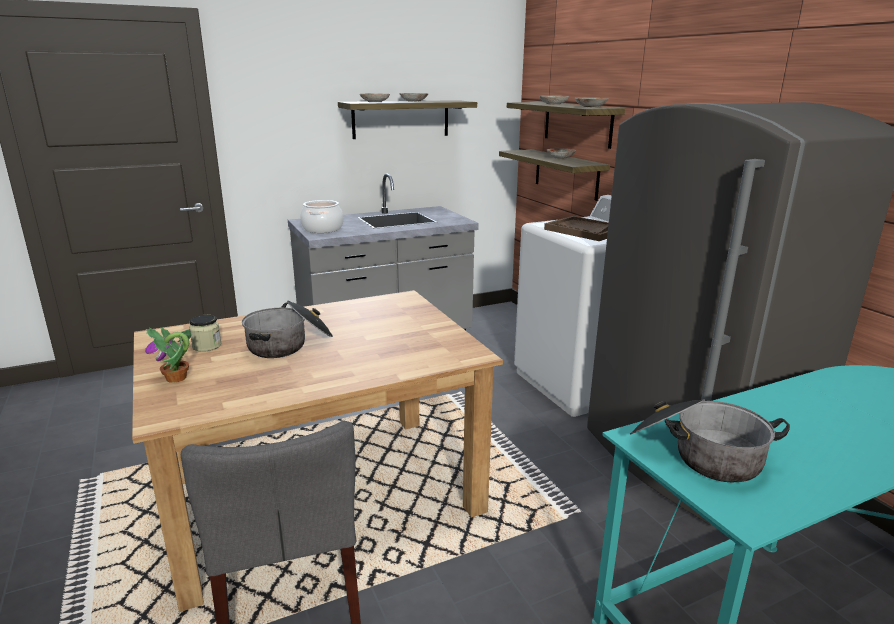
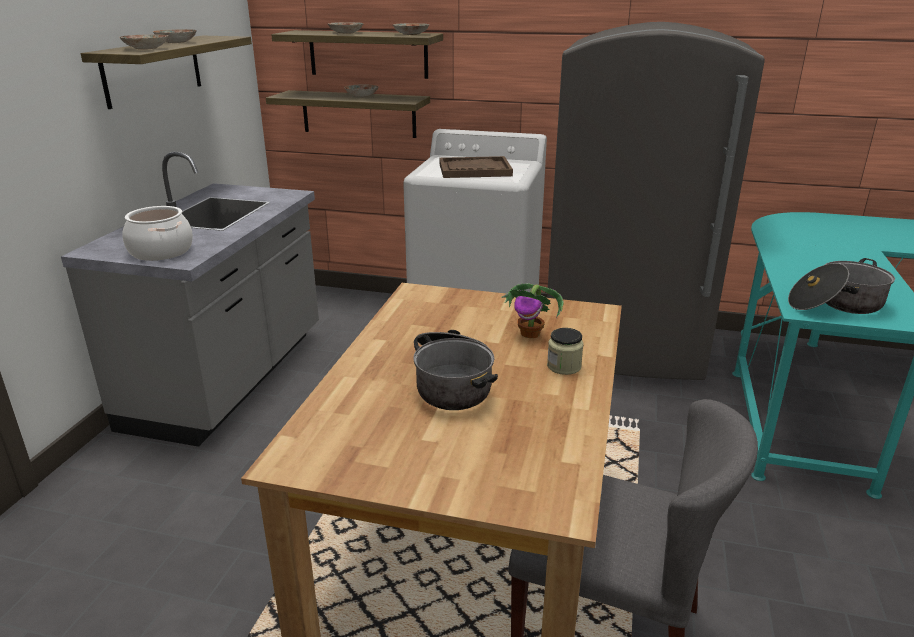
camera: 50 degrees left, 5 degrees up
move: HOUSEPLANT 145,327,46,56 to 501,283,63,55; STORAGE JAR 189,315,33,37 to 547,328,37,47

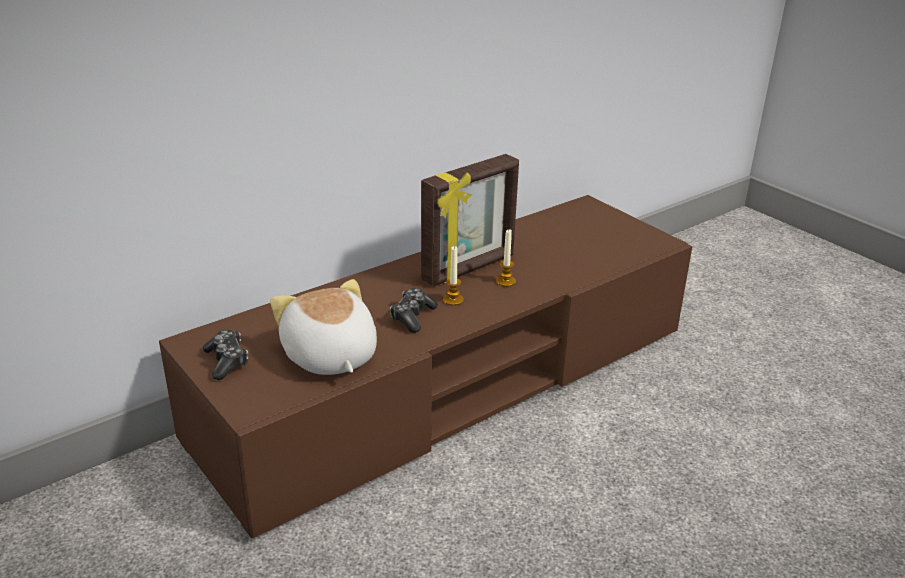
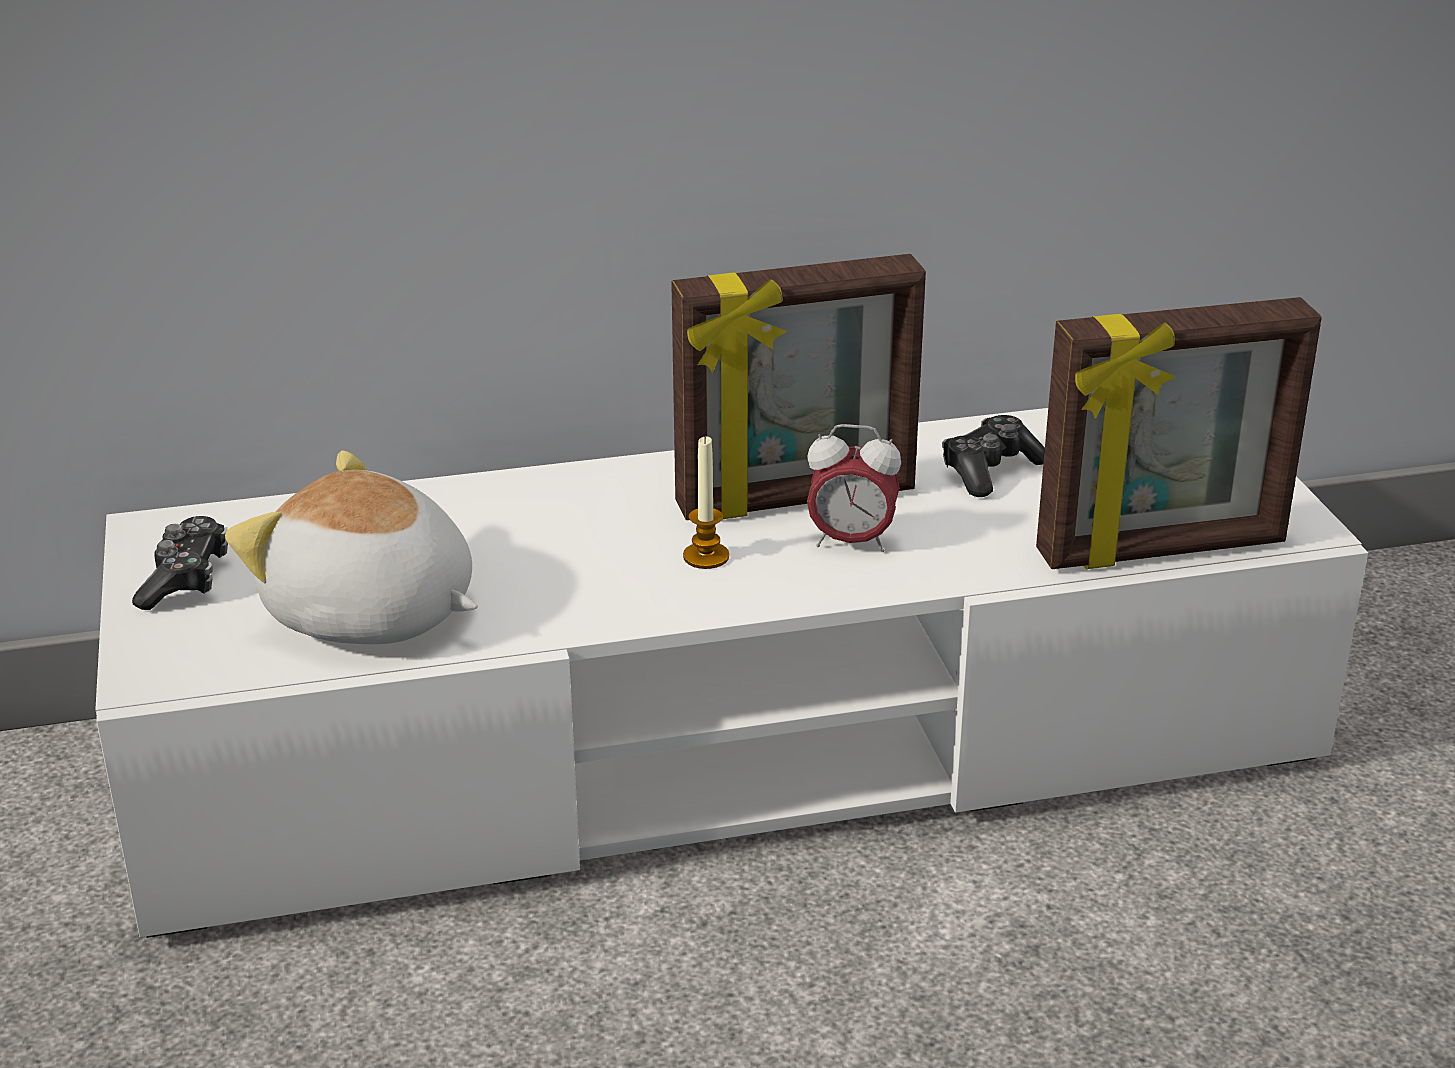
camera: 25 degrees right, 0 degrees up
insert: PHOTO FRAME 1036,297,286,272
move: GAMEPAD 390,288,48,45 to 942,415,103,82
replace: WAX LIGHT 496,229,20,58 to ALARM CLOCK 807,424,94,128
recolor: BROWN-COLOURED TV STAND 159,195,533,343 to WHITE TV STAND 95,408,1273,530
rotate: CUDDLY TOY 270,279,107,96 = 225,451,253,193 60 degrees counterclockwise

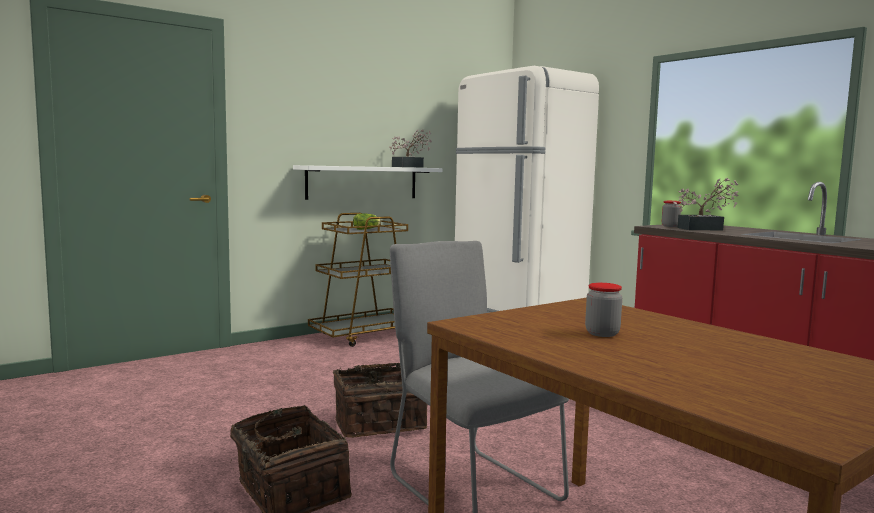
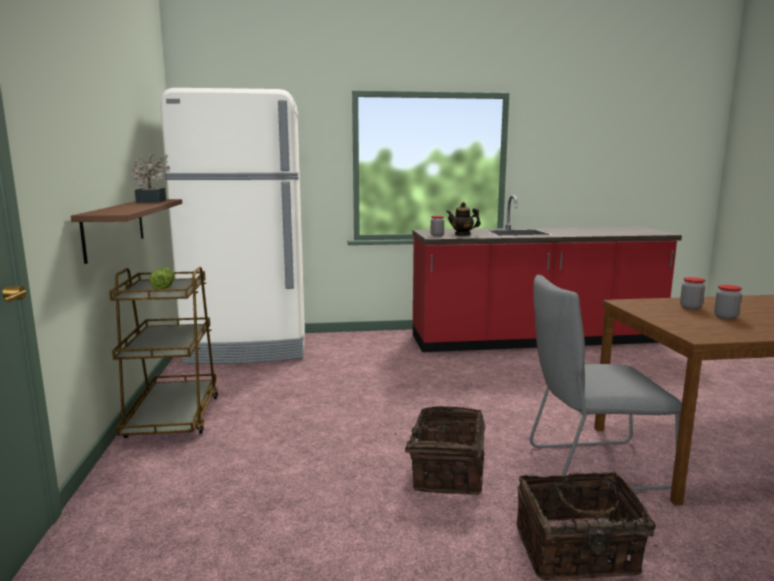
camera: 60 degrees left, 5 degrees up
insert: STORAGE JAR 680,277,25,32
replace: HOUSEPLANT 673,178,66,53 to TEAPOT 446,202,35,34
recolor: WHITE BRACKET SHELF 293,165,150,35 to BROWN-COLOURED BRACKET SHELF 71,199,111,65

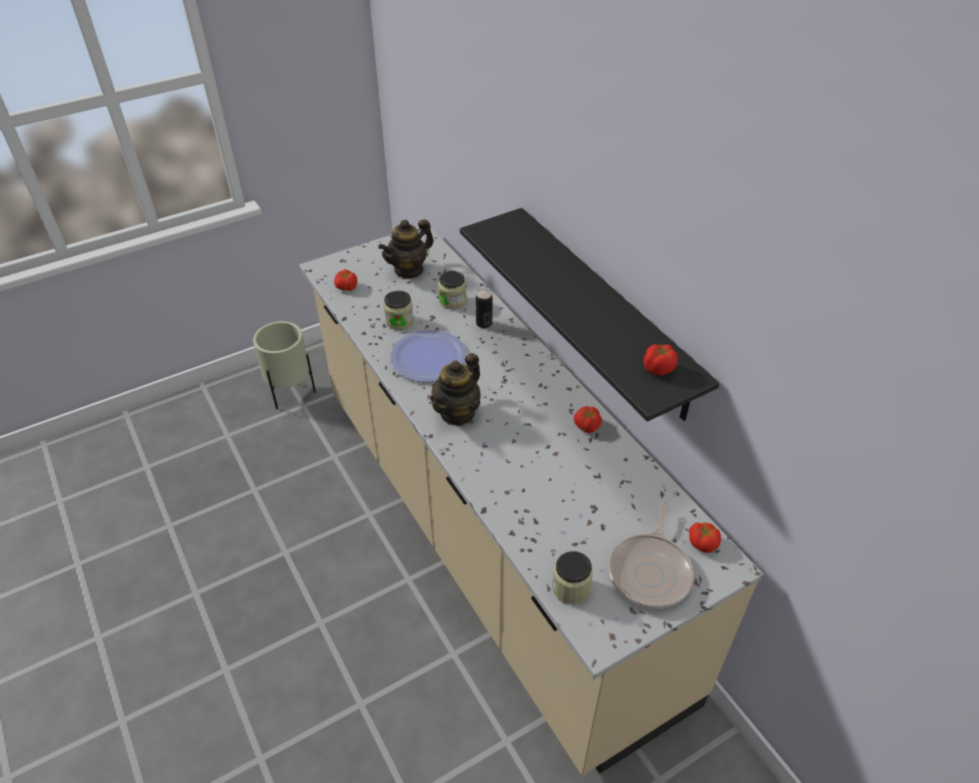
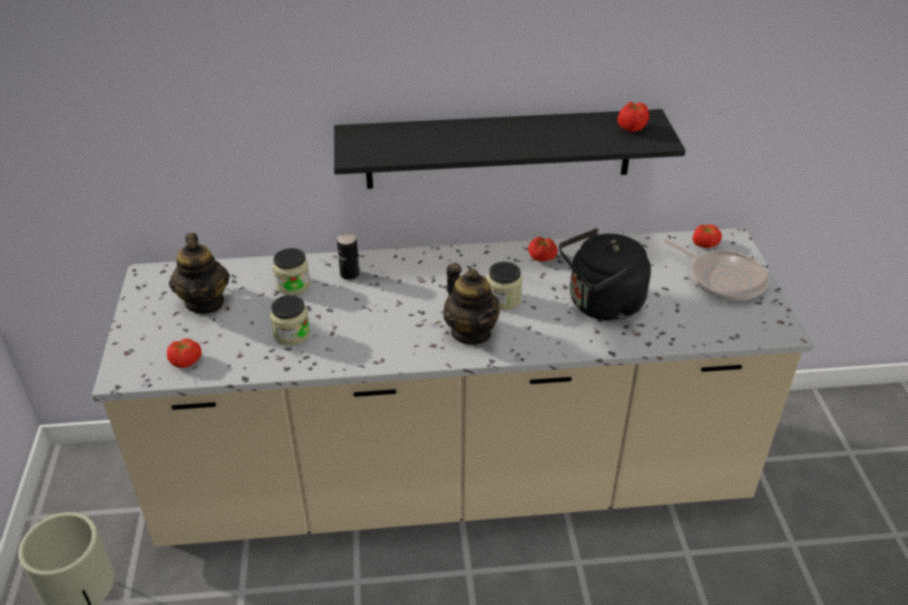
camera: 65 degrees left, 5 degrees down
delete: DINNER PLATE 390,330,77,52
insert: BLACKISH KETTLE 559,228,92,93
move: STORAGE JAR 552,551,41,53 to 487,261,35,49

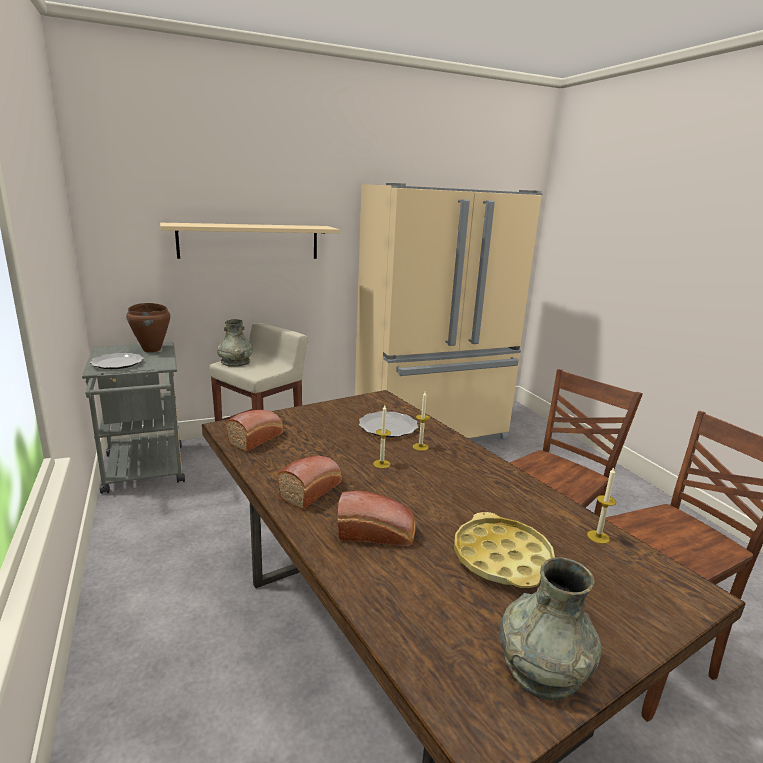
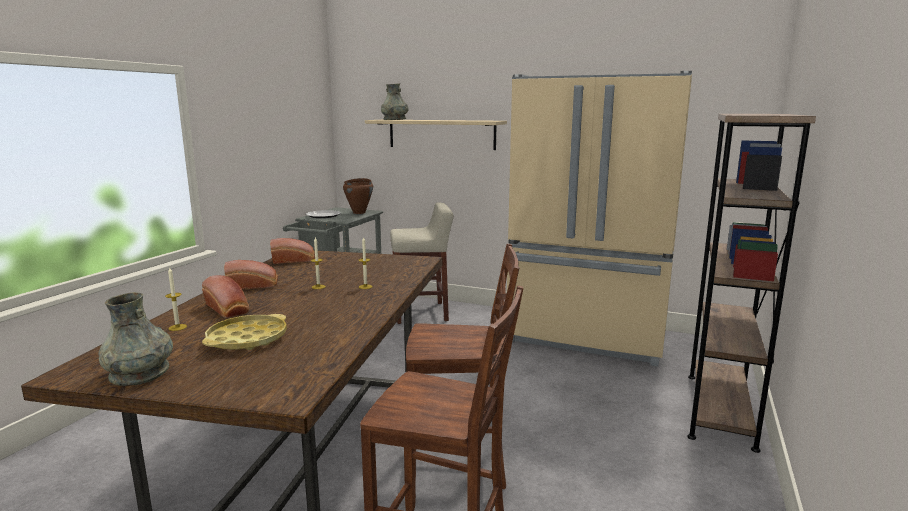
camera: 45 degrees right, 5 degrees down
delete: DINNER PLATE 359,411,59,26
insert: BROWN-COLOURED BOOKSHELF 687,114,129,339
move: WAX LIGHT 587,468,30,76 to 165,268,22,63; GRAY FLOWER VASE 217,319,36,48 to 381,83,28,37

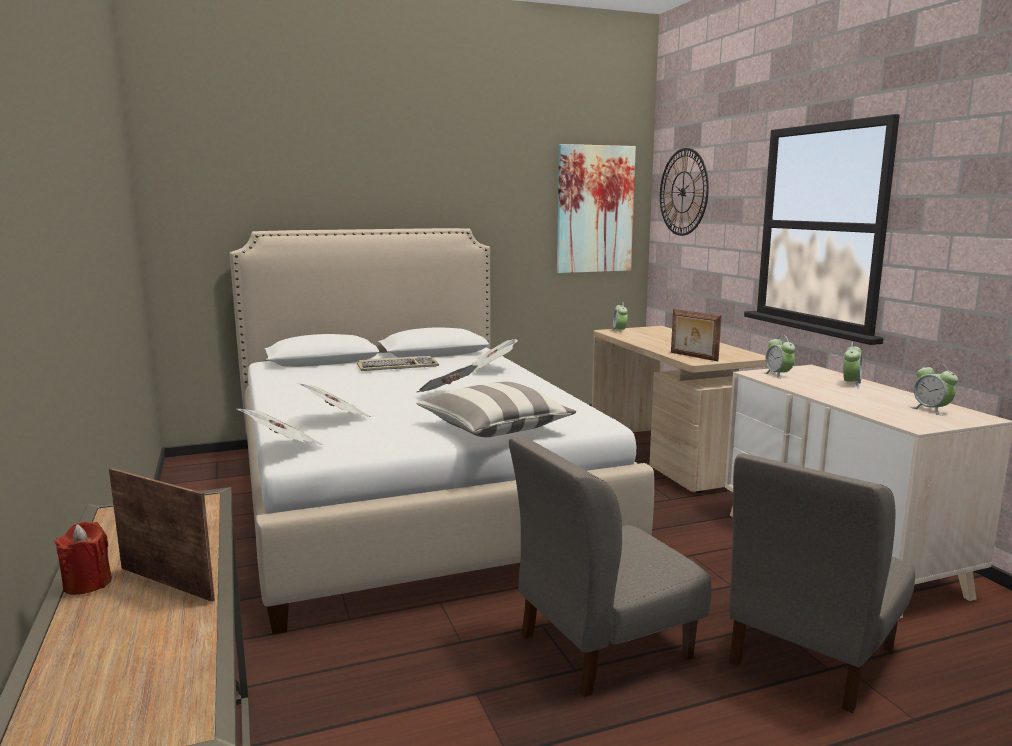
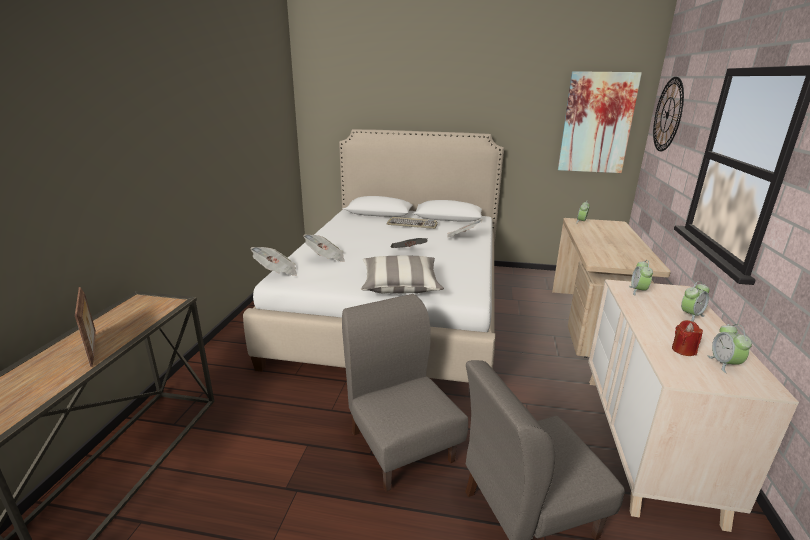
camera: 30 degrees right, 10 degrees up
delete: PHOTO FRAME 671,309,51,52
move: RED-COLOURED WAX LIGHT 54,521,58,74 to 672,320,31,36
rotate: GRAY PLAIN CHAIR 509,437,202,260 = 342,294,126,198 60 degrees clockwise

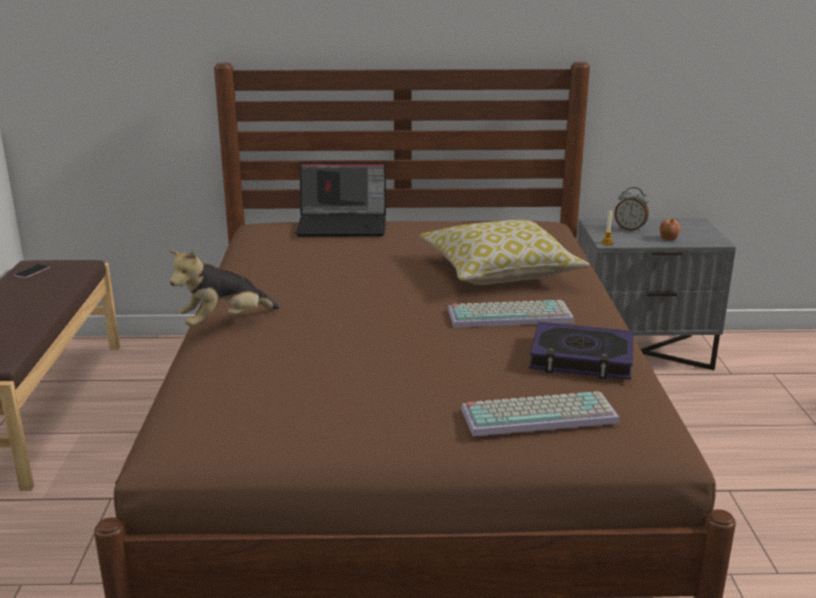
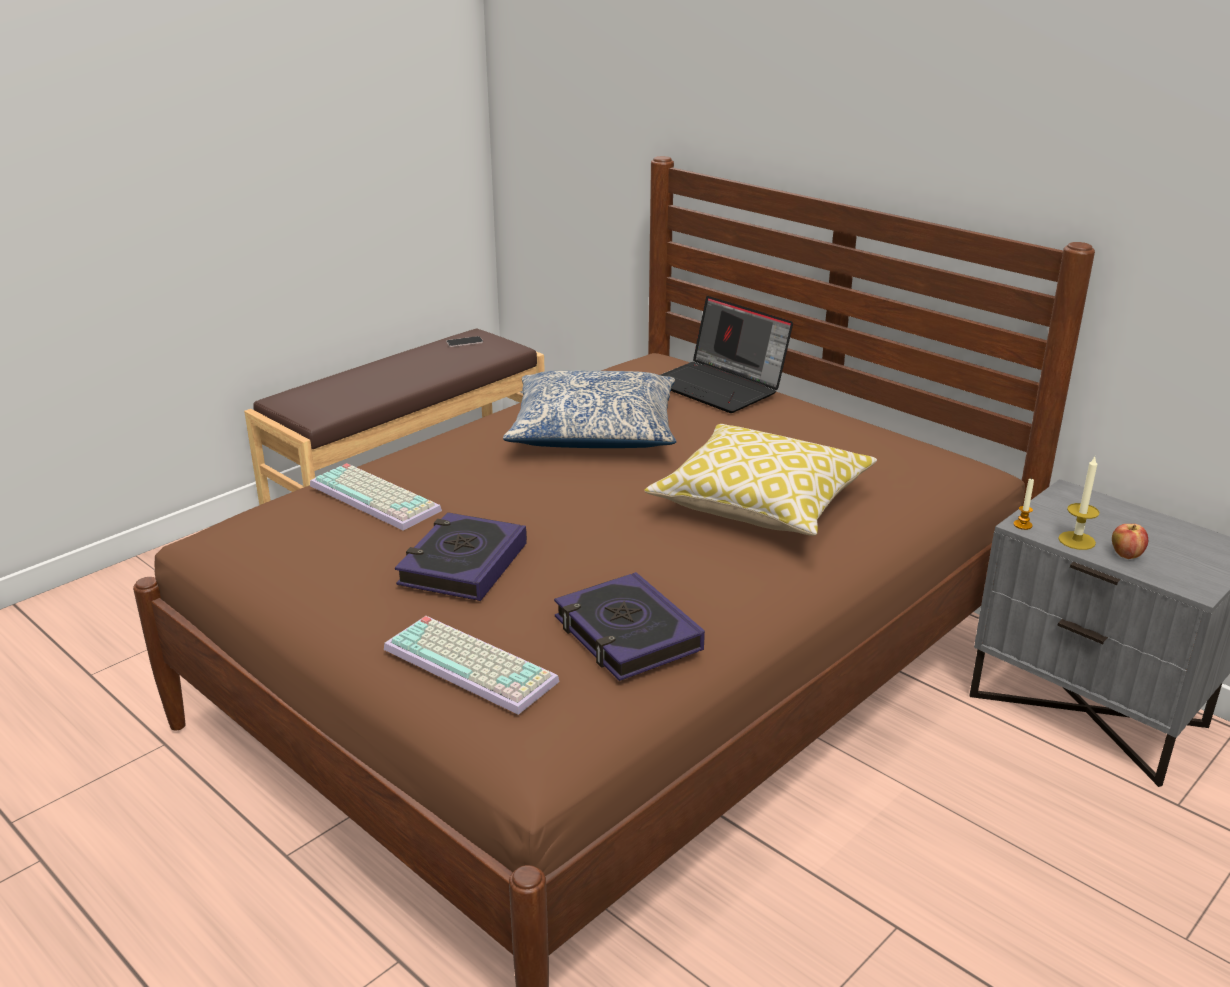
camera: 45 degrees right, 5 degrees up
delete: CUDDLY TOY 168,250,112,76; ALARM CLOCK 614,187,35,45
insert: VOLUME 395,512,132,89; PILLOW 503,370,173,78; WAX LIGHT 1058,457,42,93
move: COMPUTER KEYBOARD 448,300,126,28 to 310,463,132,68

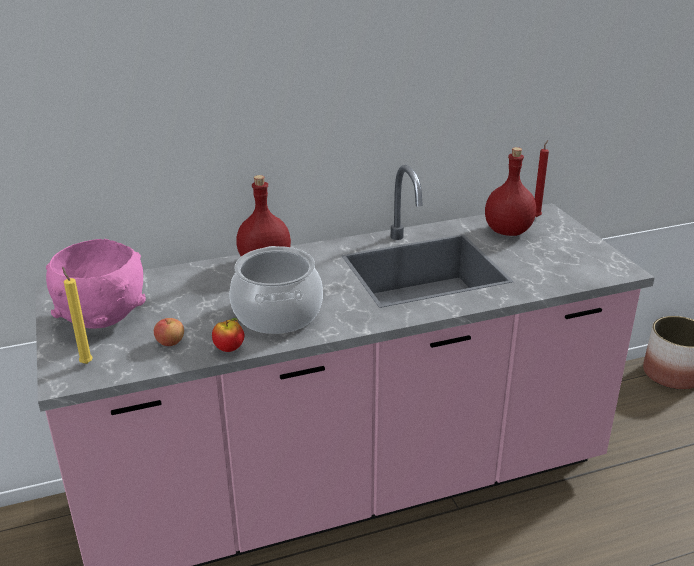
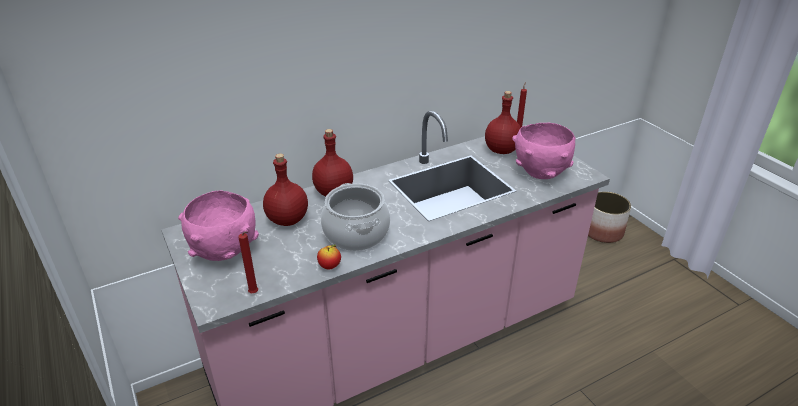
camera: 10 degrees left, 5 degrees up
delete: YELLOWISH WAX LIGHT 62,267,31,97; WHOLE APPLE 154,318,30,28
insert: RED-COLOURED WAX LIGHT 238,232,20,61; RED-COLOURED BEVERAGE BOTTLE 263,153,45,73; PINK-COLOURED DEEP DISH 512,123,64,56

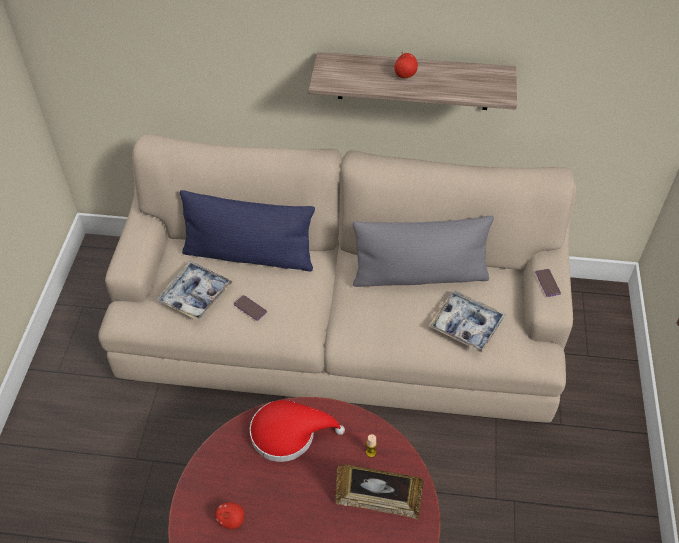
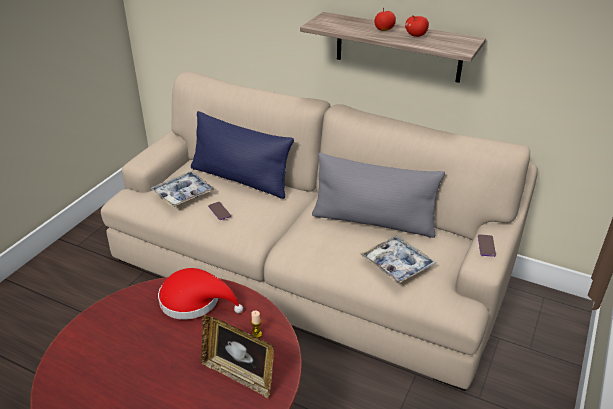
camera: 20 degrees right, 15 degrees down
move: WHOLE APPLE 215,502,29,27 to 405,15,24,22

